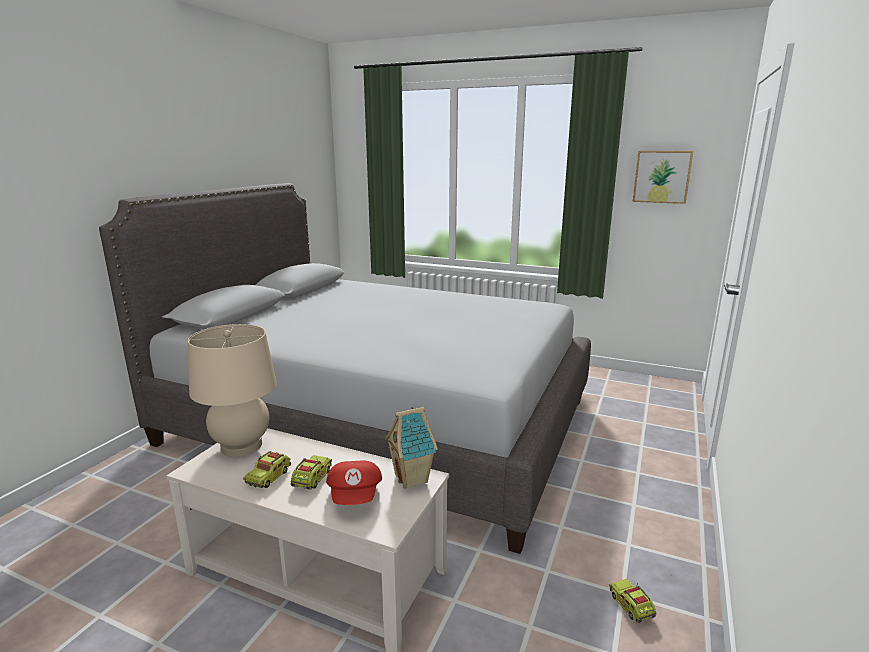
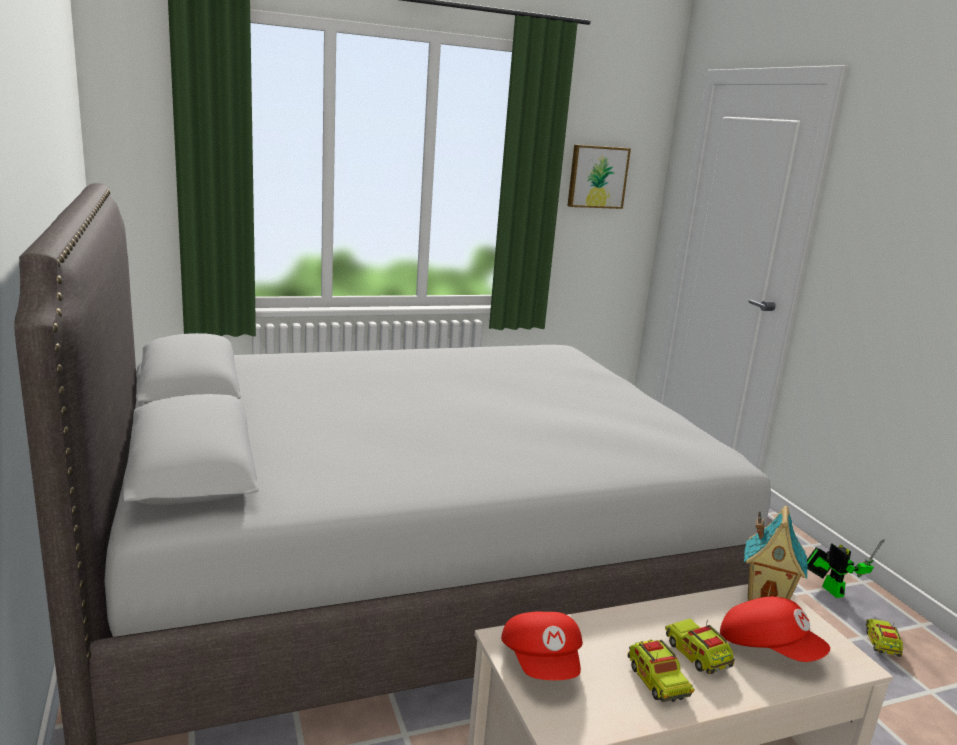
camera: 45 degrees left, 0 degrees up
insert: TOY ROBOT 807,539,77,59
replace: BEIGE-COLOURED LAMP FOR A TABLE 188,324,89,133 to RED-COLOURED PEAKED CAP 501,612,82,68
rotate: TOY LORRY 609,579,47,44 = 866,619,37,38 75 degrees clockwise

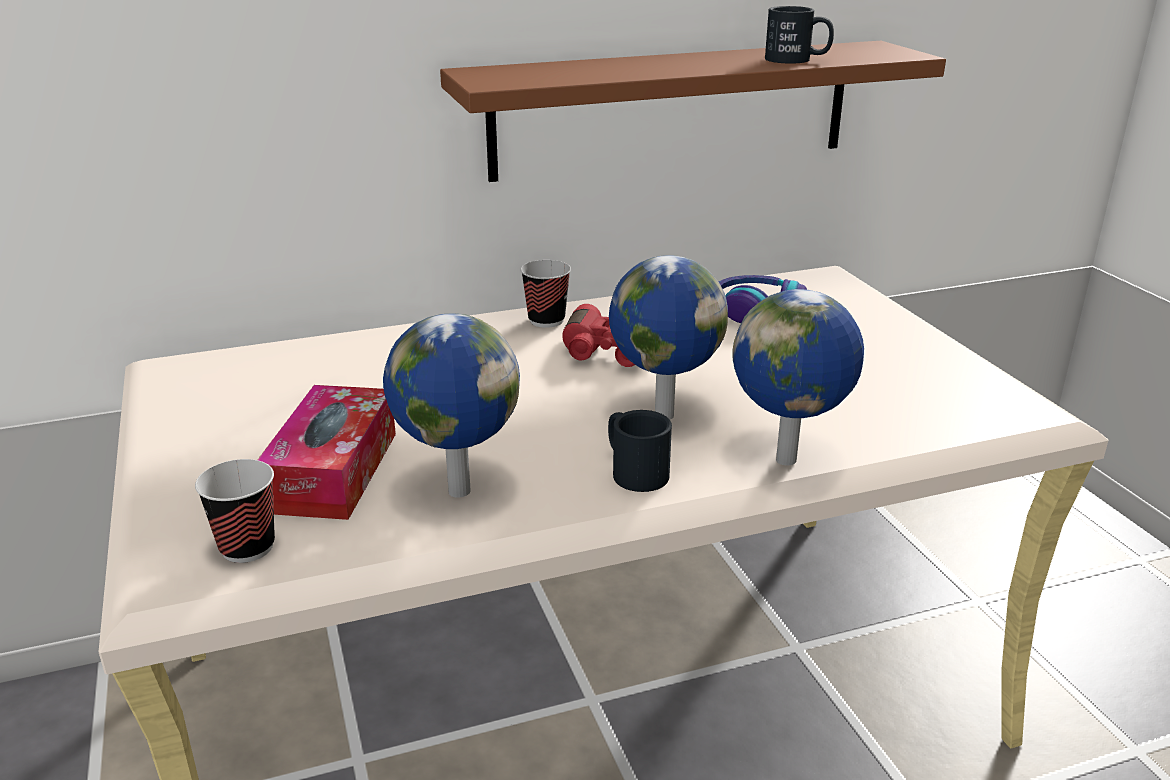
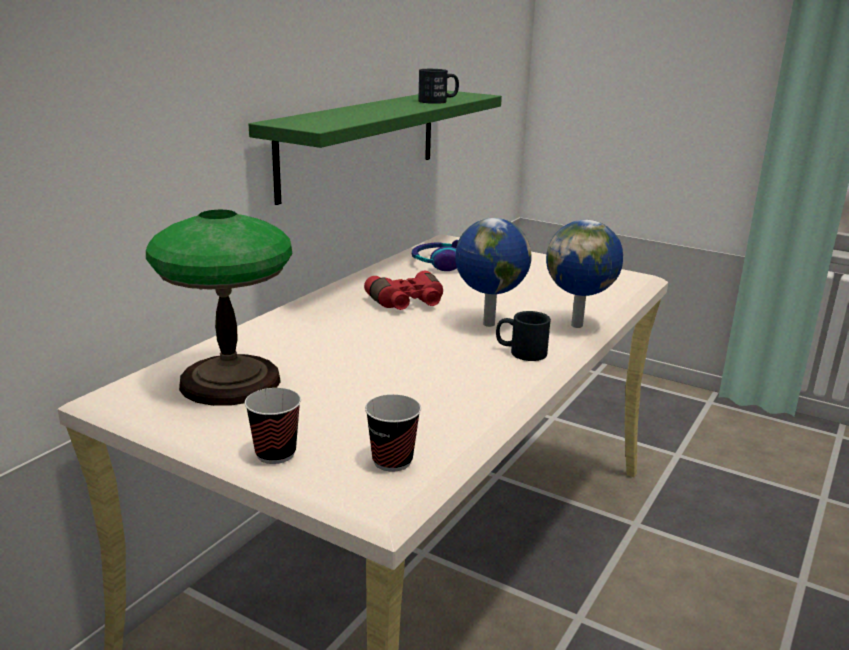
camera: 40 degrees left, 5 degrees down
delete: BOX OF TISSUES 258,385,138,135; WORLD GLOBE 383,313,137,185
insert: LAMP FOR A TABLE 146,210,146,196
move: SMALL CUP 520,260,51,68 to 245,388,56,76
recolor: BROWN-COLOURED BRACKET SHELF 440,41,506,141 to GREEN-COLOURED BRACKET SHELF 249,90,253,115

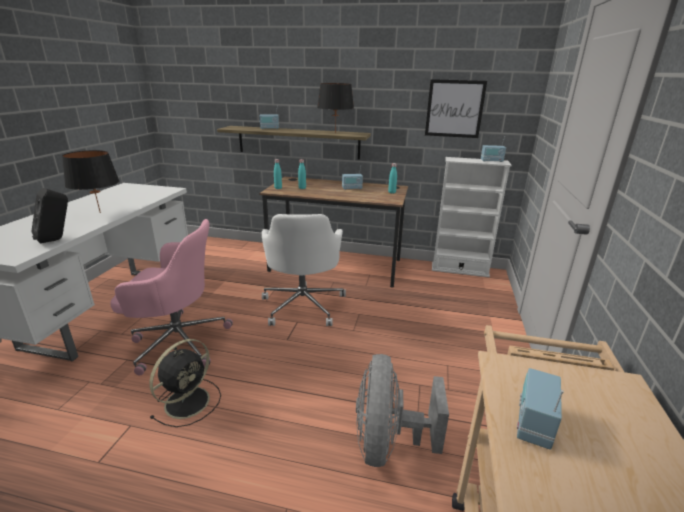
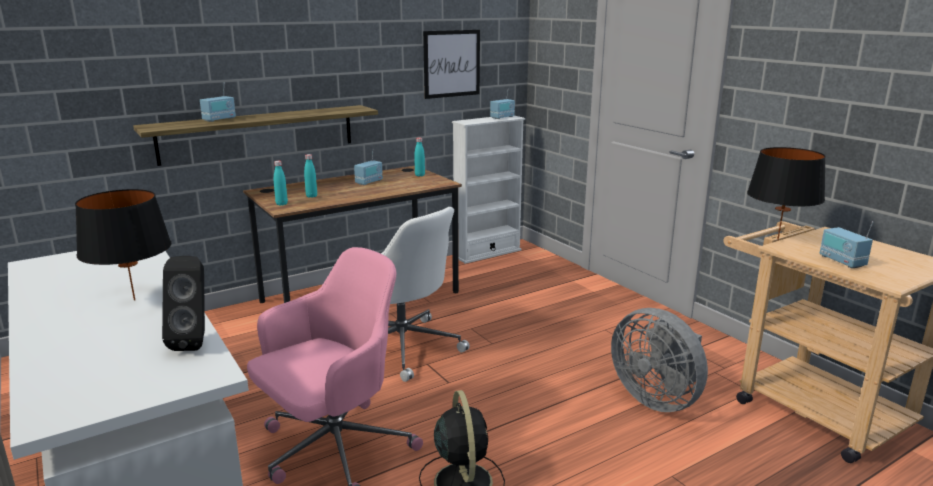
camera: 45 degrees left, 5 degrees down
move: BLACKISH LAMP FOR A TABLE 317,83,37,50 to 747,147,79,93

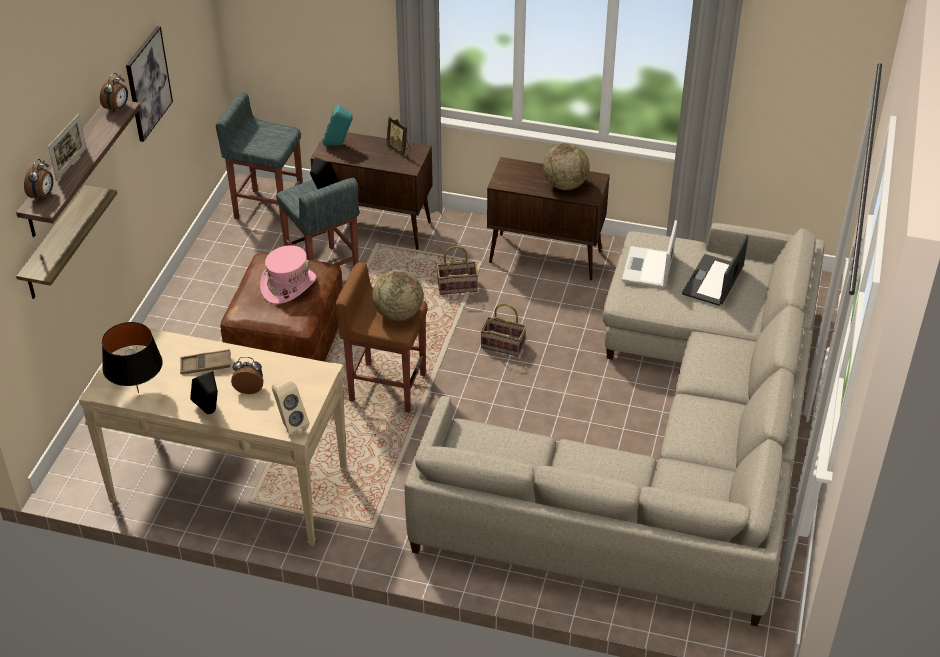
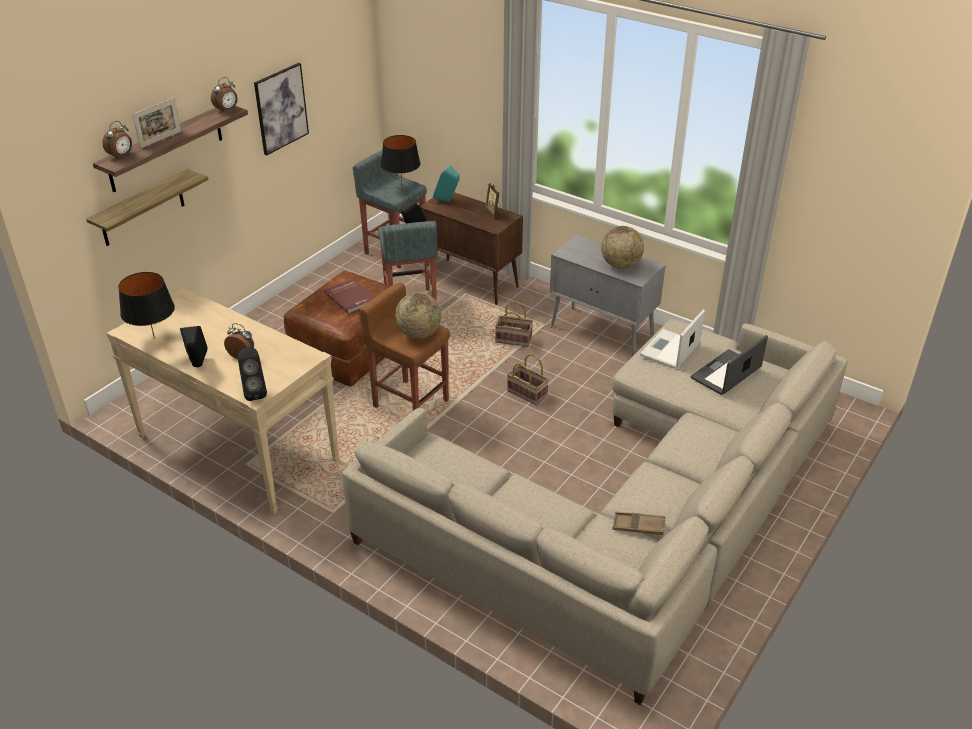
camera: 20 degrees right, 5 degrees down
insert: BLACKISH LAMP FOR A TABLE 381,135,39,50
move: BROWN-COLOURED TRAY 180,349,51,26 to 613,512,53,23
replace: PINK-COLOURED HAT 260,245,56,59 to RED-COLOURED VOLUME 324,279,51,35
recolor: BEIGE-COLOURED LOUDSPEAKER 272,381,37,56 to BLACKISH LOUDSPEAKER 238,347,29,54; BROWN-COLOURED CUPBOARD 487,157,123,123 to GRAY CUPBOARD 550,234,116,123

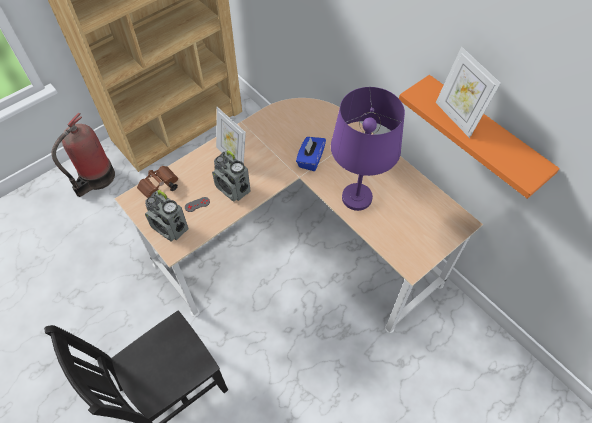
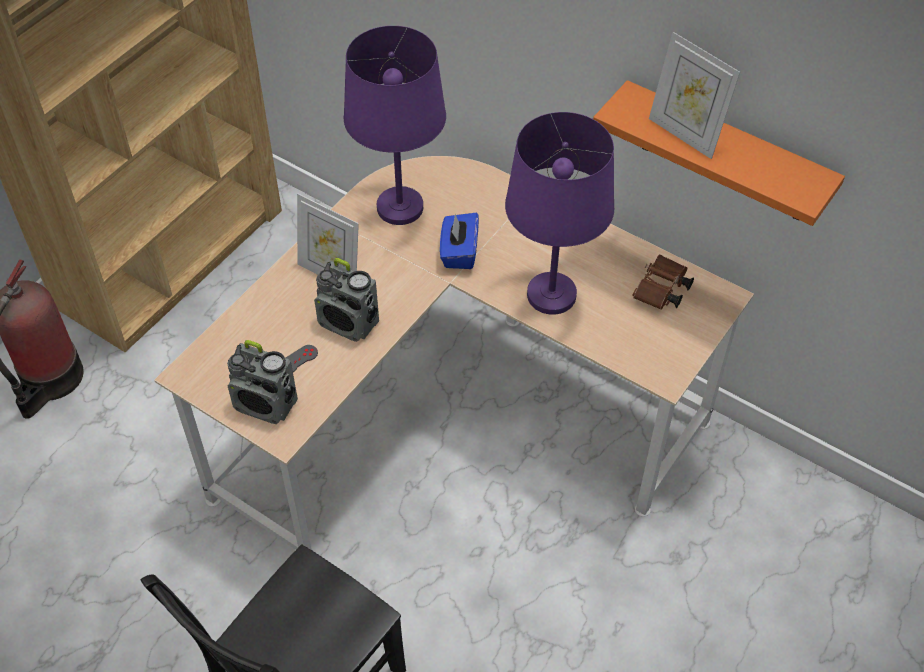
camera: 15 degrees left, 5 degrees down
insert: PURPLE LAMP FOR A TABLE 344,26,102,199
move: BROWN-COLOURED FIELD GLASSES 137,166,41,32 to 633,255,61,55

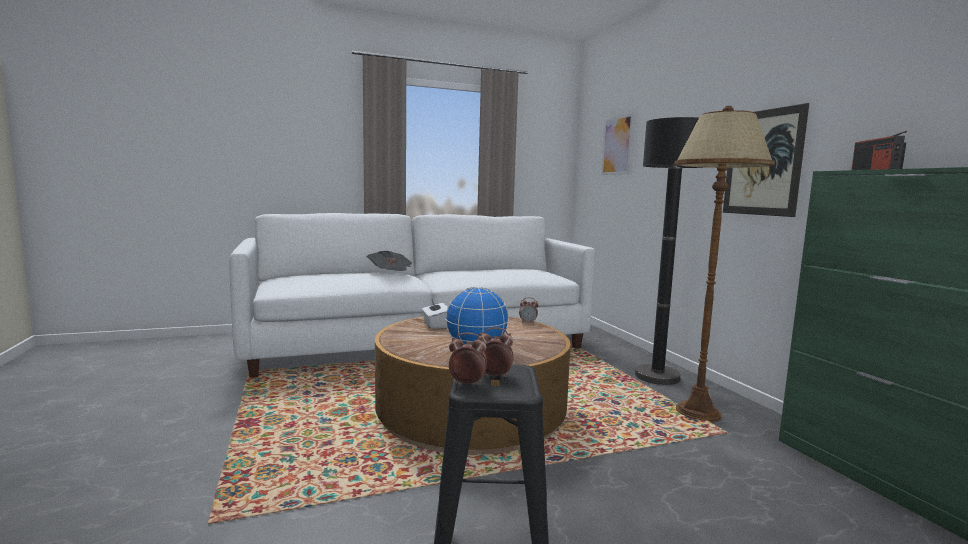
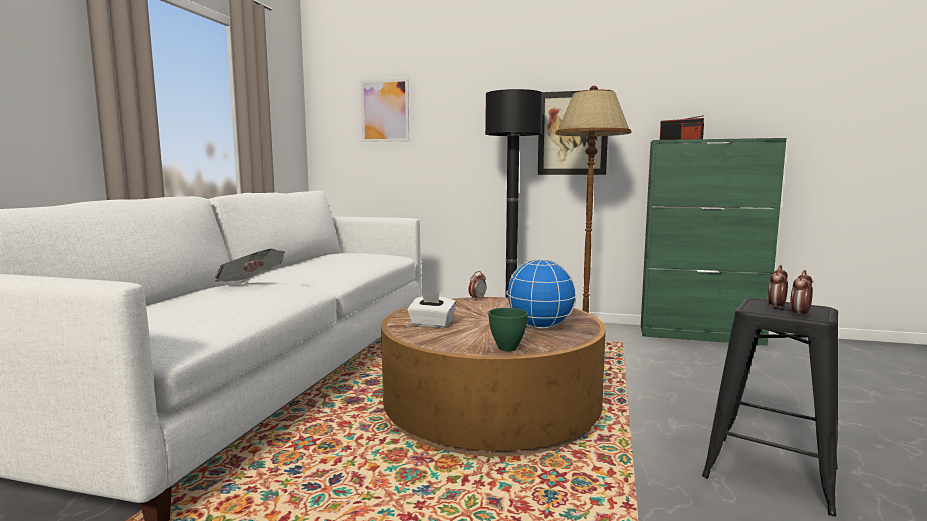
camera: 55 degrees left, 0 degrees up
insert: GREEN-COLOURED DEEP DISH 488,308,40,43

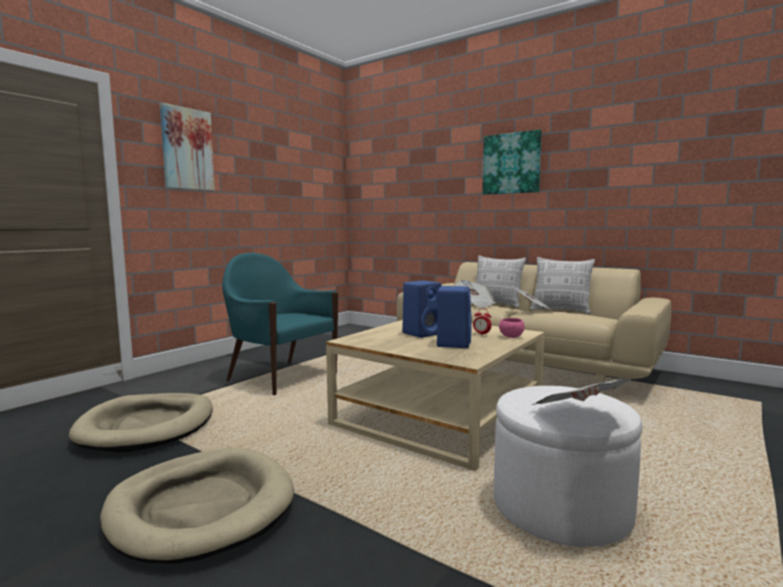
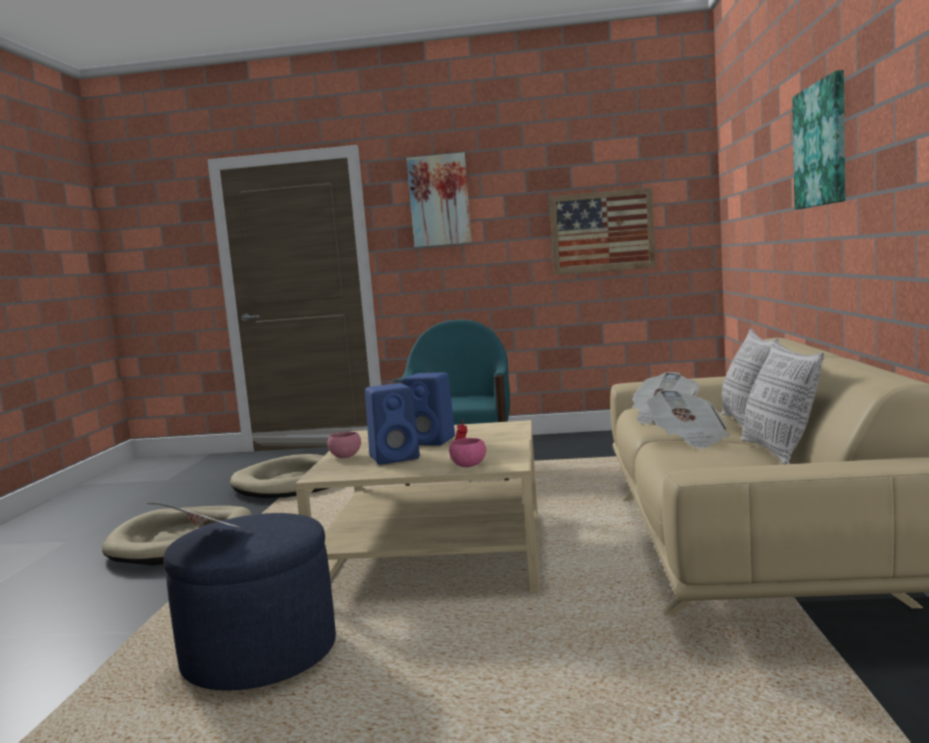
camera: 60 degrees right, 0 degrees up
insert: PINK-COLOURED DEEP DISH 327,432,34,26; WALL ART 549,187,107,88
recolor: WHITE POUFFE 494,386,148,161 to BLUE POUFFE 164,513,172,178

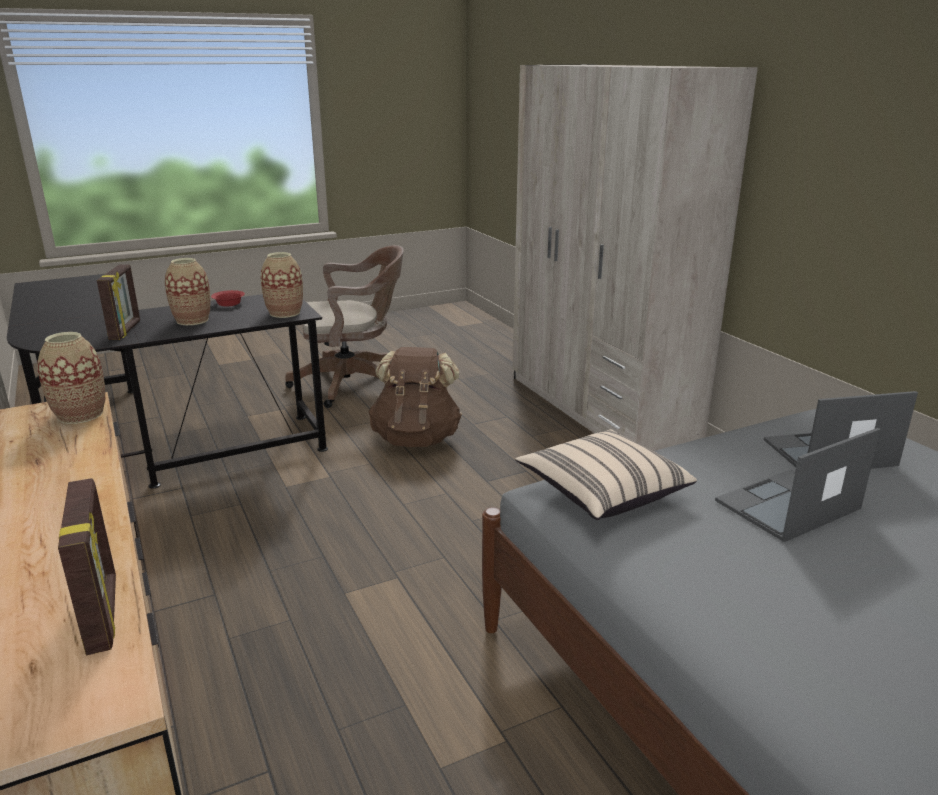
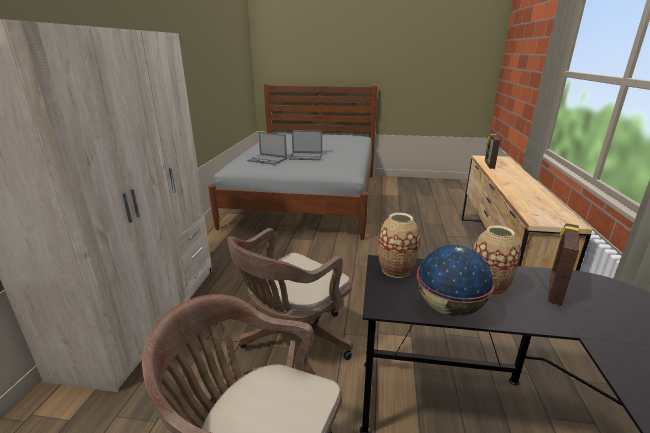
camera: 145 degrees left, 0 degrees up
delete: FLOWER VASE 37,332,68,92; BEIGE-COLOURED PILLOW 515,429,182,91
replace: BROWN-COLOURED KNAPSACK 368,347,94,100 to BROWN-COLOURED DESK CHAIR 227,228,126,140; RED-COLOURED DEEP DISH 211,290,34,16 to WORLD GLOBE 417,245,78,72

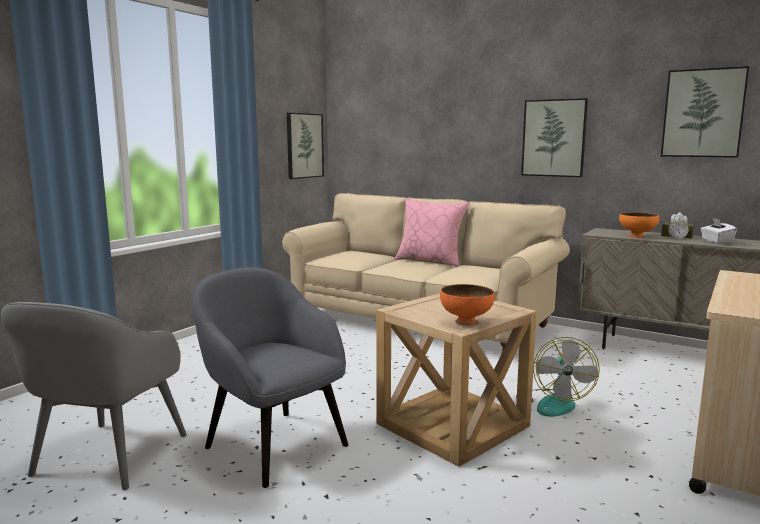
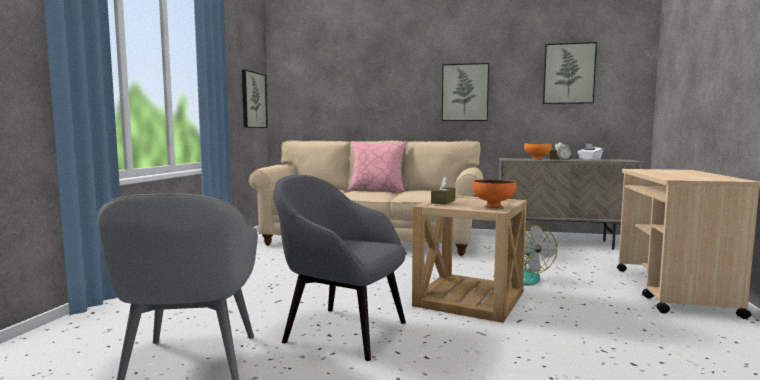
camera: 20 degrees left, 5 degrees down
insert: BROWN-COLOURED BOX OF TISSUES 431,177,24,28

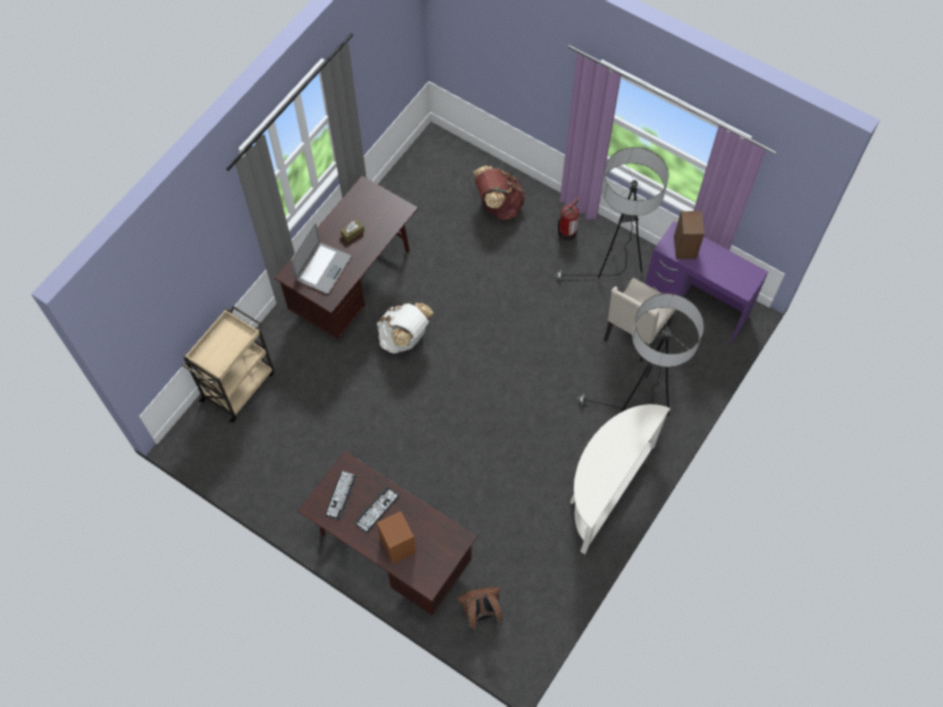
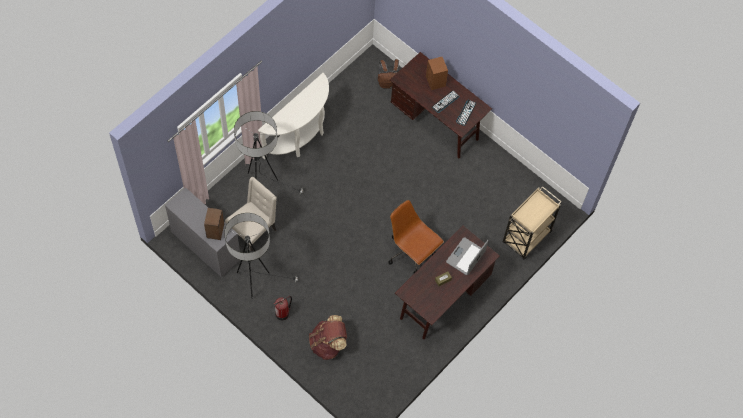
camera: 175 degrees left, 0 degrees up
replace: WHITE KNAPSACK 377,303,57,50 to BROWN-COLOURED DESK CHAIR 389,200,55,73
recolor: PURPLE DESK 645,221,123,123 to GRAY DESK 165,187,75,90

